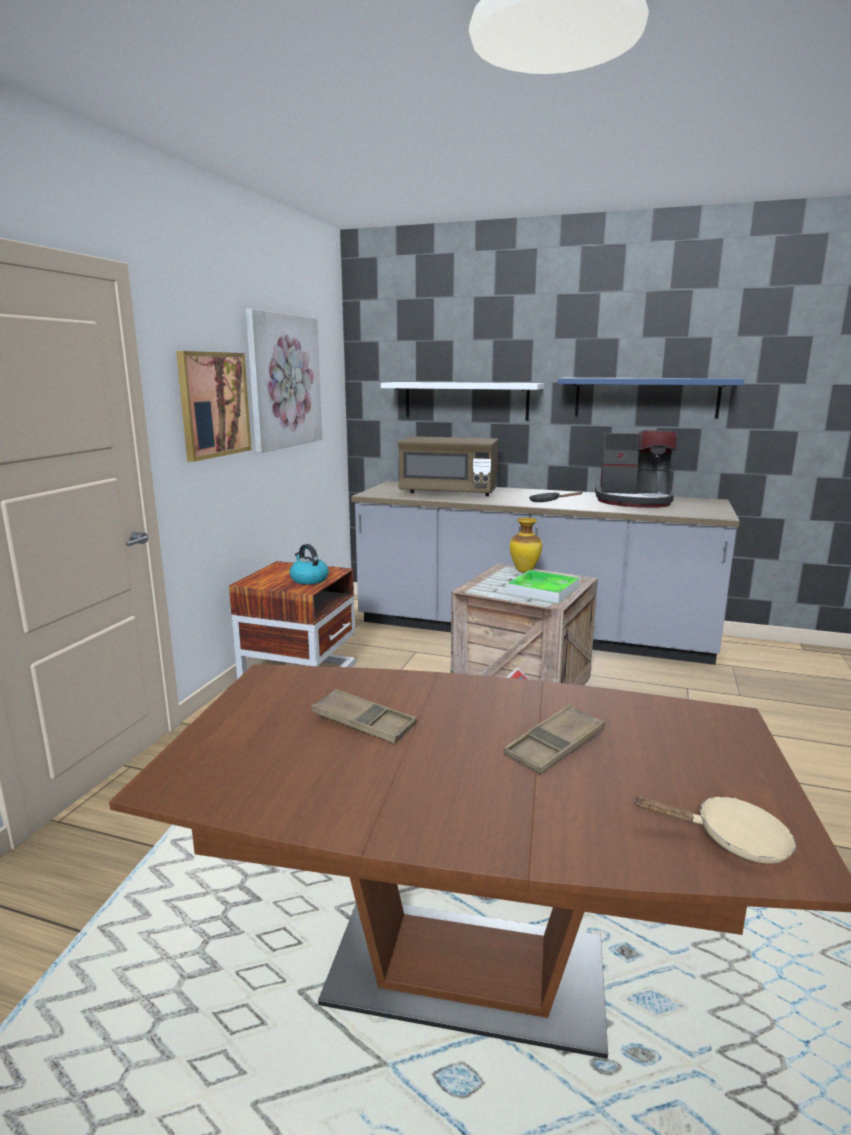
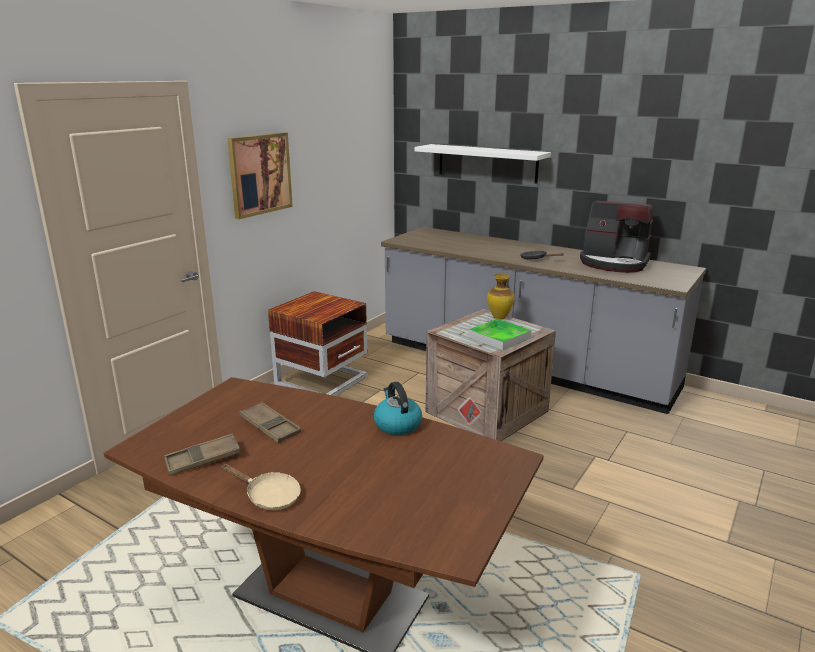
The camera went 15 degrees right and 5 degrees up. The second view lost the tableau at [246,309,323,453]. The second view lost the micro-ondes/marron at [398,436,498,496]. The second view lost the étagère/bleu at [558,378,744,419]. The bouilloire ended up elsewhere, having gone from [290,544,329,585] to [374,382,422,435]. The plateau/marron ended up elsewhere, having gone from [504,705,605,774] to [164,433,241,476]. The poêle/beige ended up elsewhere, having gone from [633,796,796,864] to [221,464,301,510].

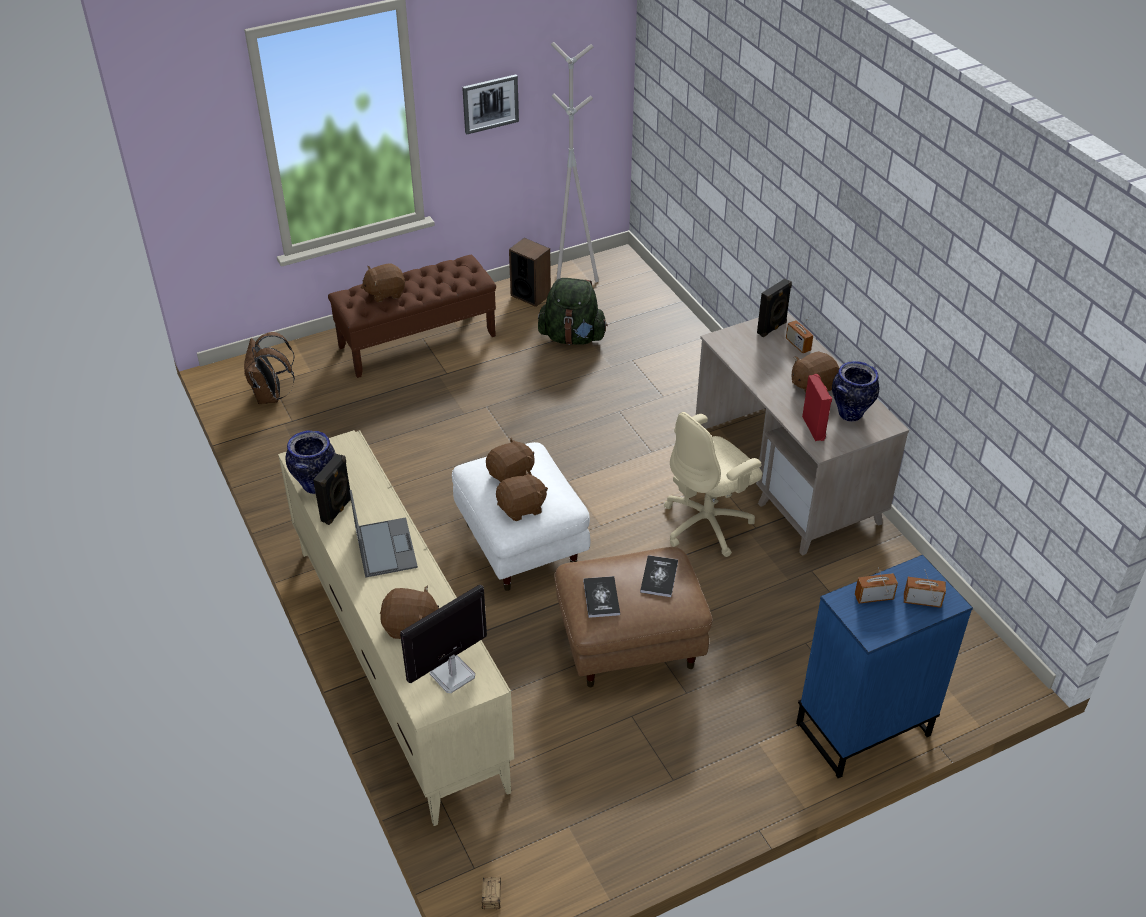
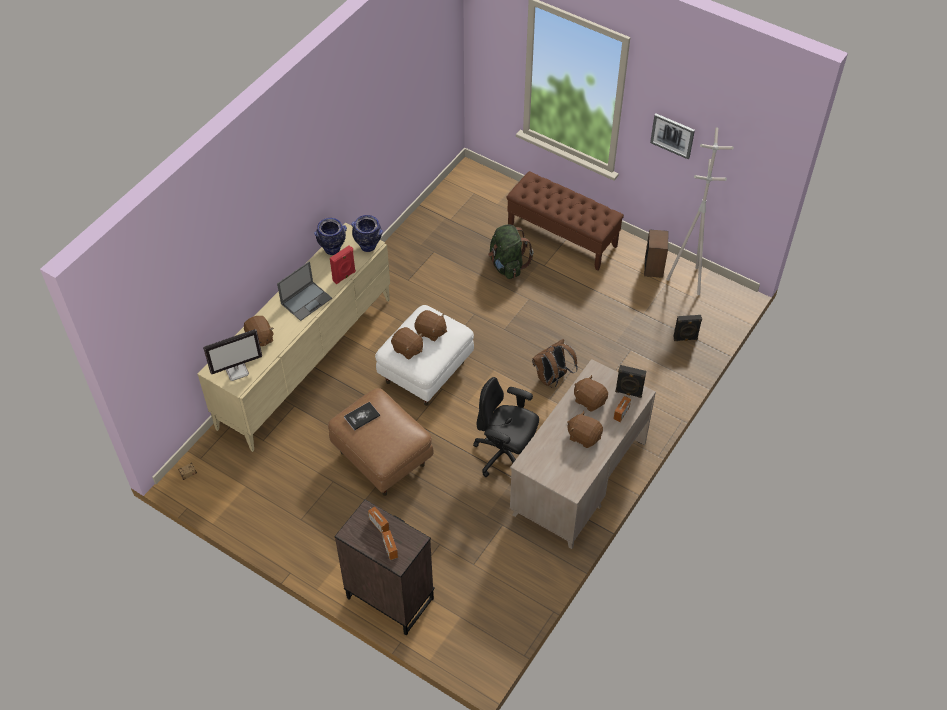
The camera went 60 degrees right and 10 degrees up. The second view lost the livre at [640,555,678,597]. The sac à dos/marron ended up elsewhere, having gone from [244,332,295,404] to [532,339,578,388]. The enceinte/noir ended up elsewhere, having gone from [313,454,351,525] to [673,315,702,341]. The peluche/marron ended up elsewhere, having gone from [361,263,405,302] to [574,375,608,412]. The sac à dos/vert ended up elsewhere, having gone from [538,278,608,345] to [488,224,533,279]. The enceinte/rouge ended up elsewhere, having gone from [802,374,832,441] to [330,246,356,284]. The vase ended up elsewhere, having gone from [832,361,879,422] to [351,215,383,252]. What was the chaise de bureau/beige at [664,412,762,557] turned into the chaise de bureau/noir at [473,377,539,477]. What was the commode/bleu at [796,555,973,778] turned into the commode/marron at [334,499,435,636]. The écran d'ordinateur at [400,585,487,693] ended up facing another way, 135 degrees clockwise from before.

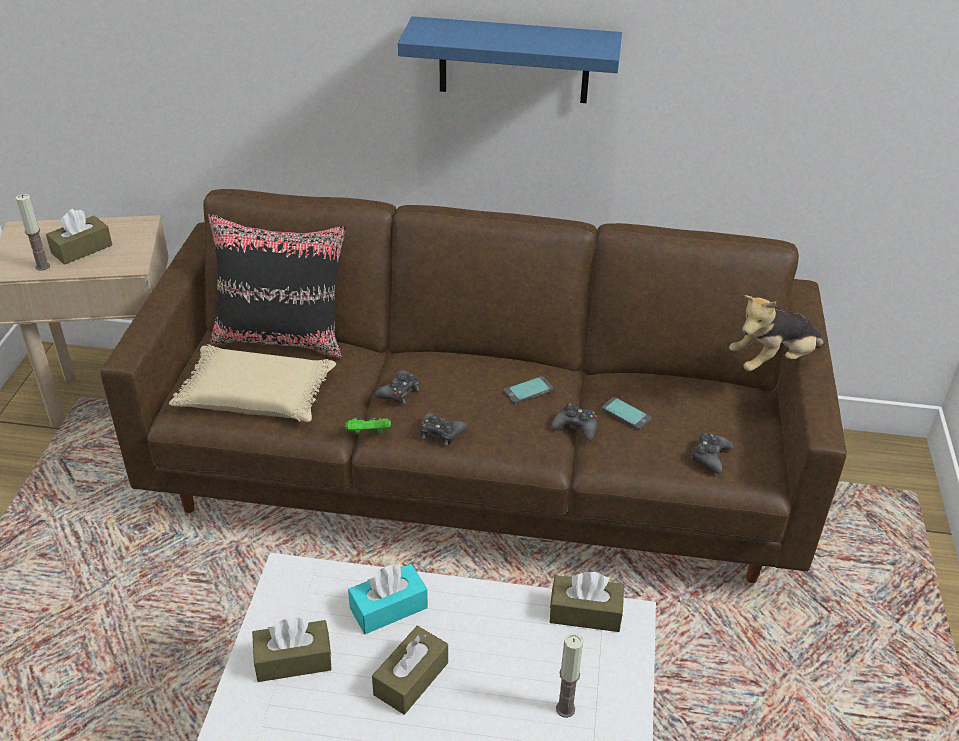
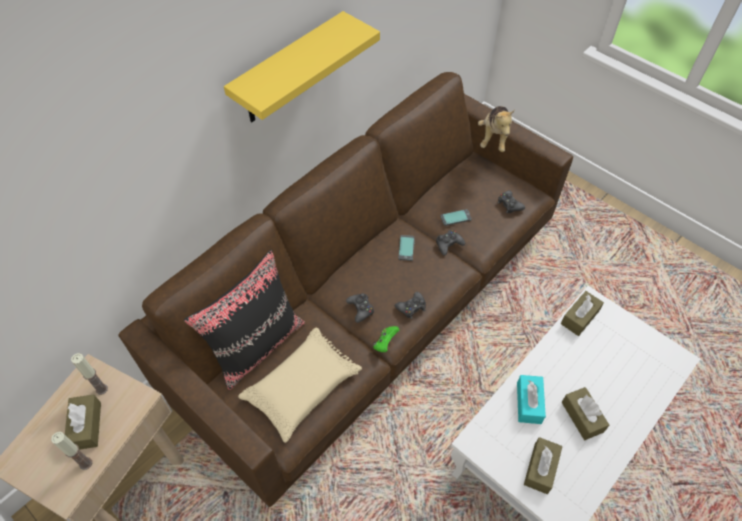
The camera went 55 degrees left and 15 degrees up. The bougie ended up elsewhere, having gone from [556,633,584,718] to [71,353,108,395]. What was the étagère/bleu at [398,16,622,103] turned into the étagère/jaune at [224,11,380,122].

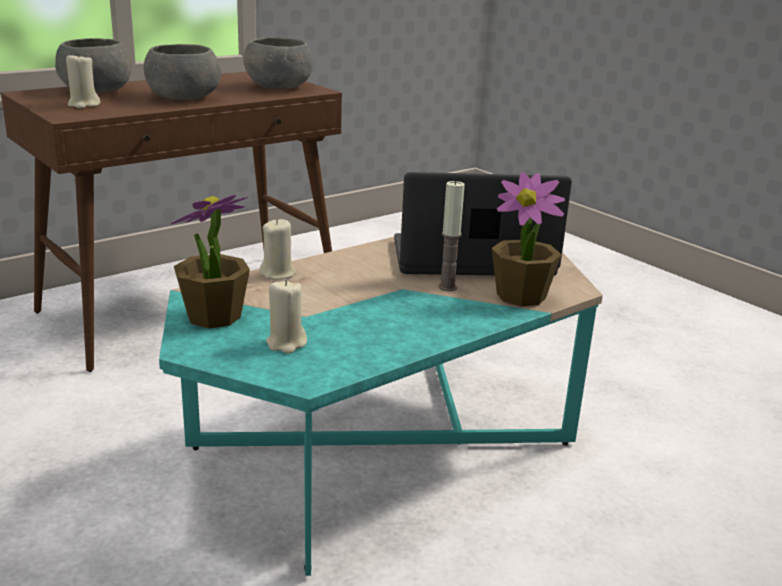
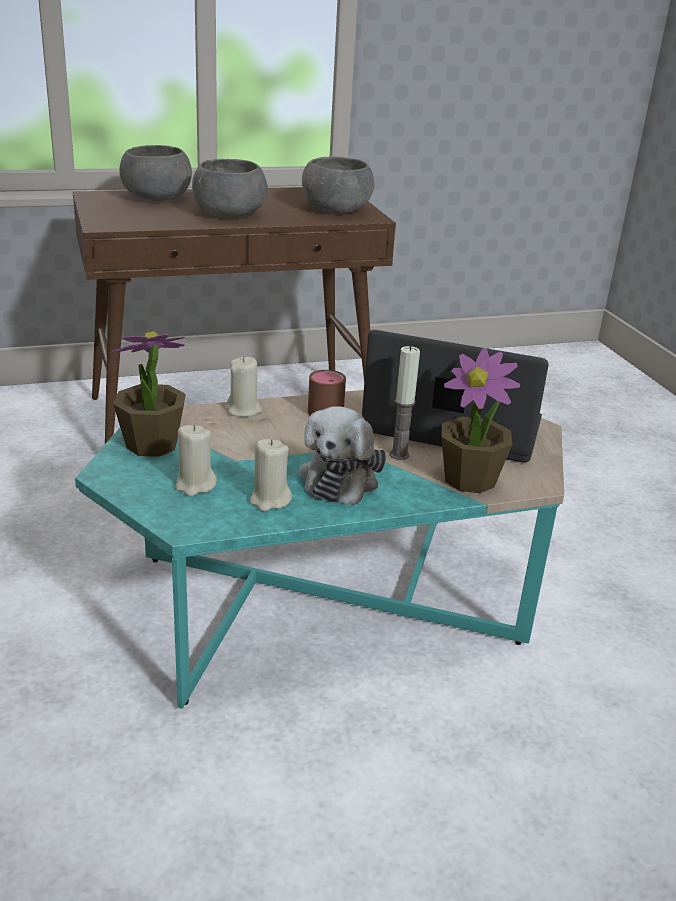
The camera went 20 degrees right and 5 degrees up. The second view gained the peluche at [298,406,386,505]. The second view gained the mug/marron at [308,370,346,415]. The bougie/beige ended up elsewhere, having gone from [66,52,100,109] to [249,439,292,512].

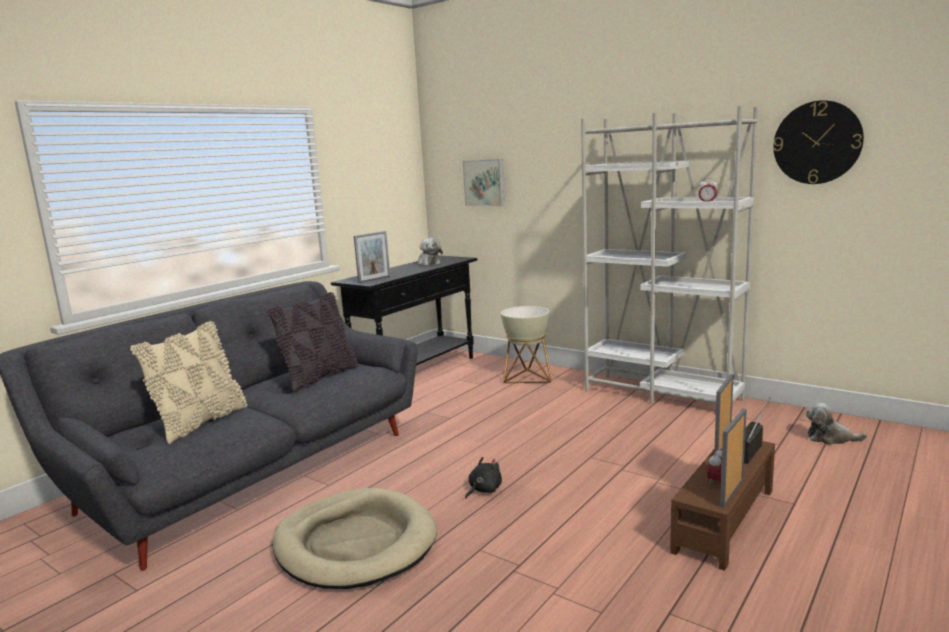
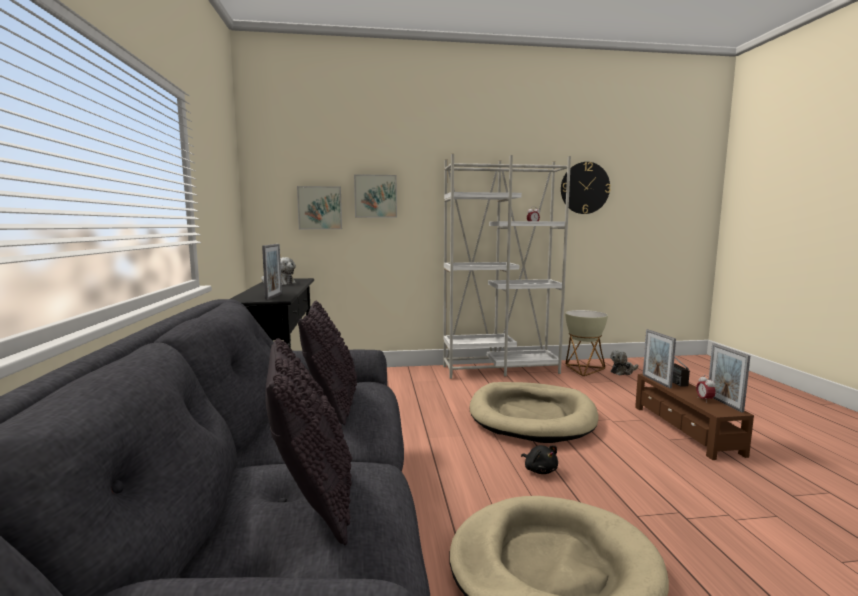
The camera went 45 degrees left and 5 degrees down. The second view gained the tableau at [354,174,397,218]. The second view gained the panier pour chien/beige at [469,382,599,443]. The cache-pot ended up elsewhere, having gone from [501,306,552,383] to [565,310,608,376]. What was the coussin/beige at [130,321,248,444] turned into the coussin/noir at [265,338,352,546]. The peluche/noir at [465,457,502,499] ended up facing another way, 150 degrees clockwise from before.

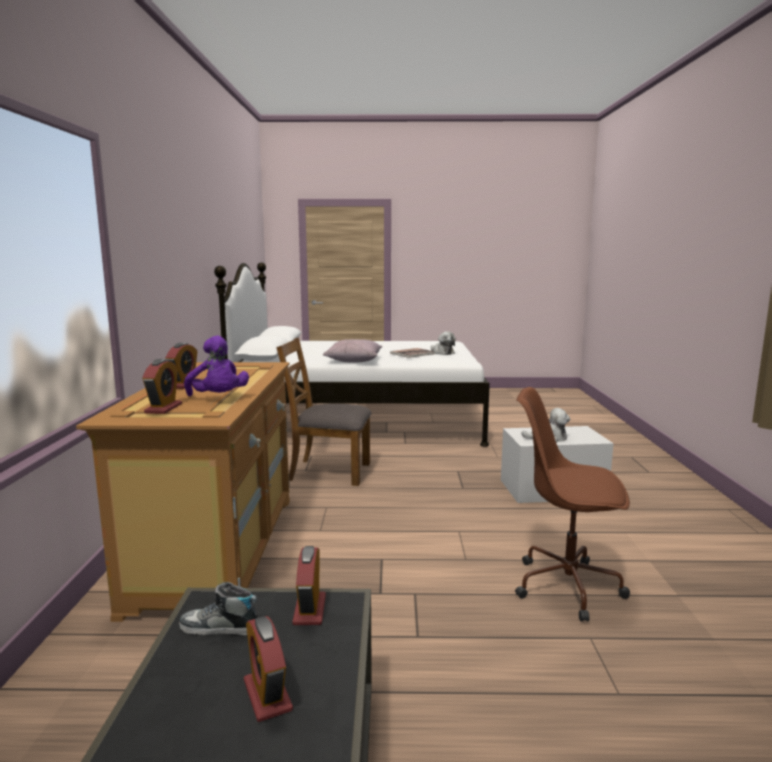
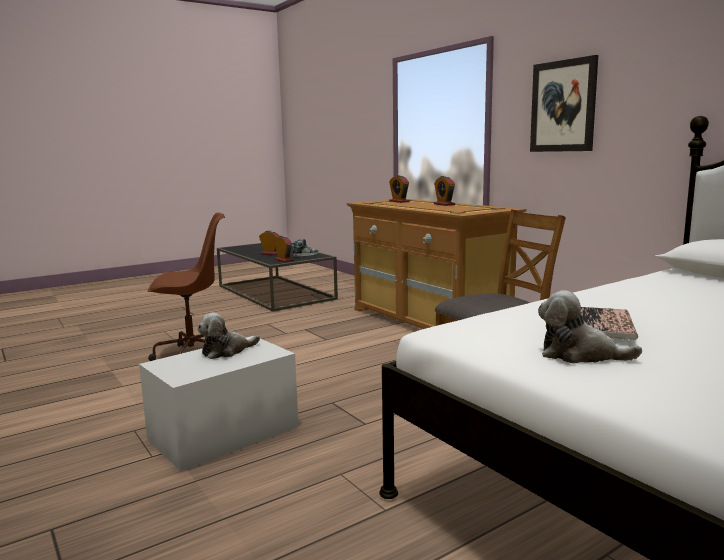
The camera went 145 degrees right and 0 degrees up. The second view lost the peluche/violet at [184,335,249,396]. The second view lost the coussin/violet at [323,339,383,363]. The second view gained the tableau at [530,55,598,152].

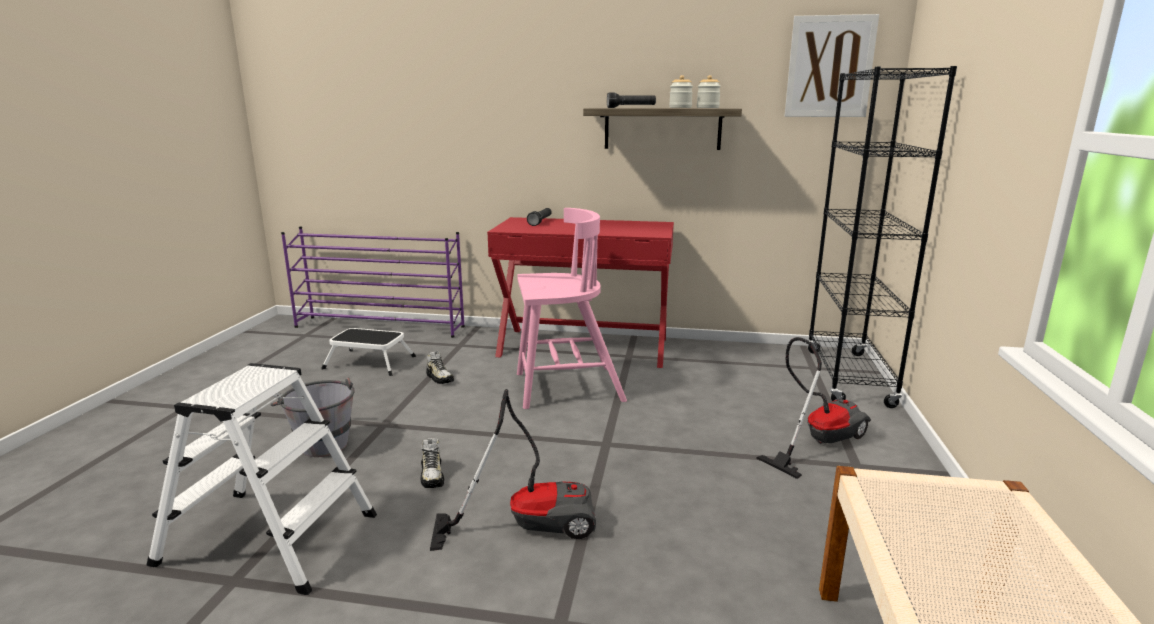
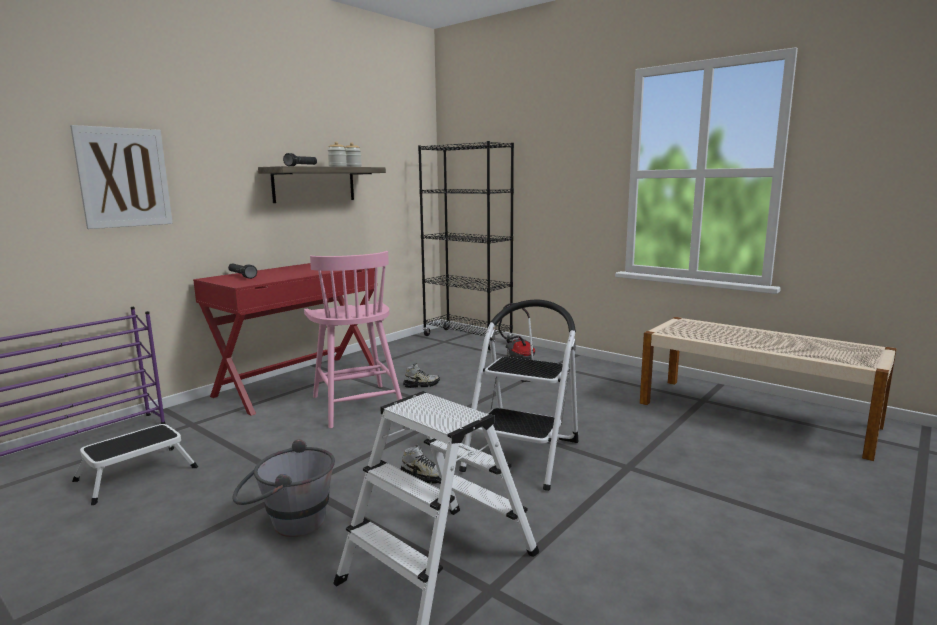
The camera went 60 degrees left and 5 degrees down. The chaussure ended up elsewhere, having gone from [426,351,454,384] to [403,363,440,388]. The tableau ended up elsewhere, having gone from [784,14,879,117] to [70,125,173,229]. Where the aspirateur stood at [430,389,596,551], the escabeau came to stand at [459,300,578,491]. The chaise/rose at [517,208,627,409] ended up facing another way, 135 degrees clockwise from before.

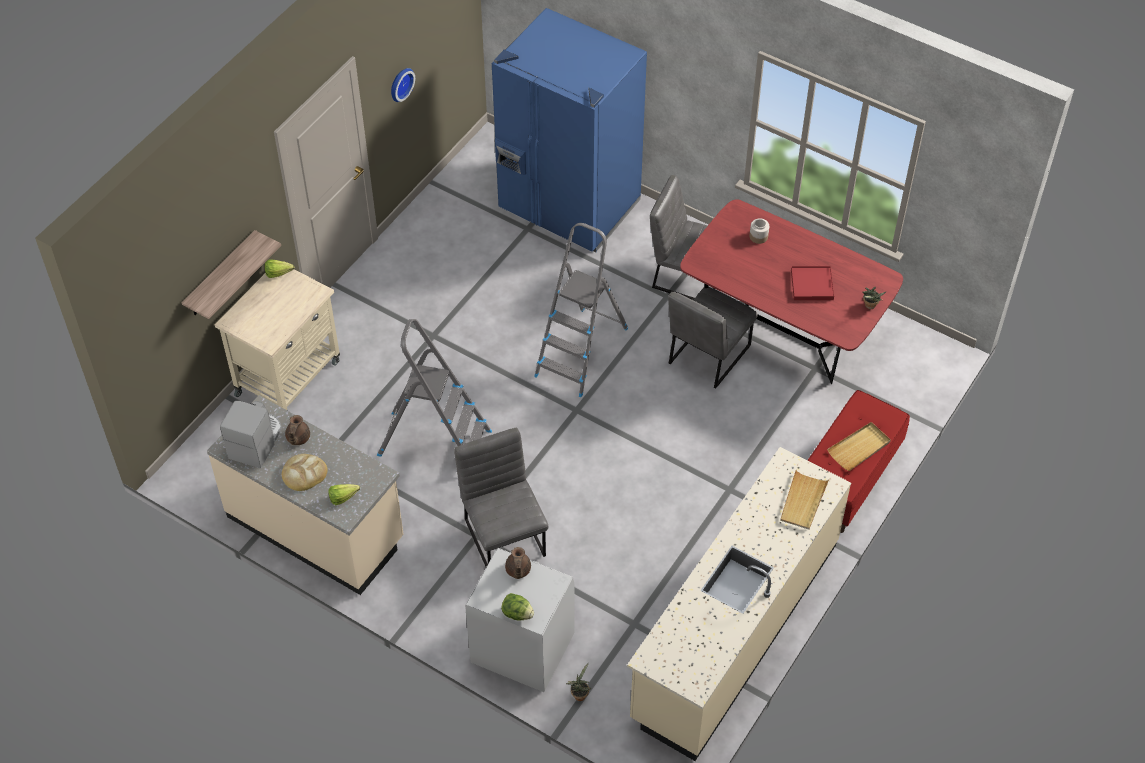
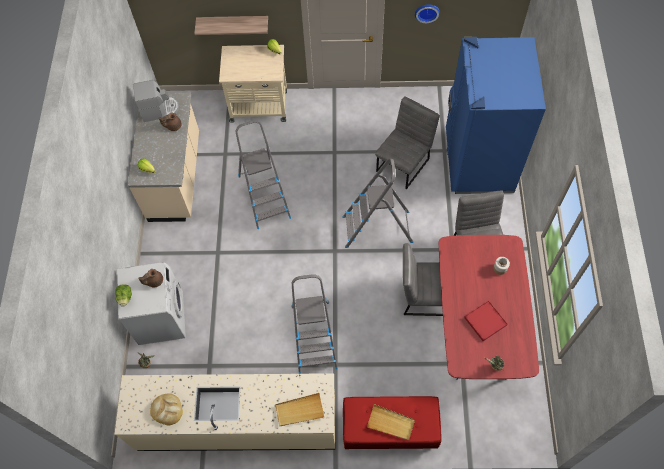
The camera went 60 degrees right and 10 degrees up. The second view gained the escabeau/gris at [291,274,338,374]. The pain ended up elsewhere, having gone from [282,454,328,491] to [150,394,183,425]. The chaise/gris ended up elsewhere, having gone from [454,428,548,567] to [375,96,440,189].

